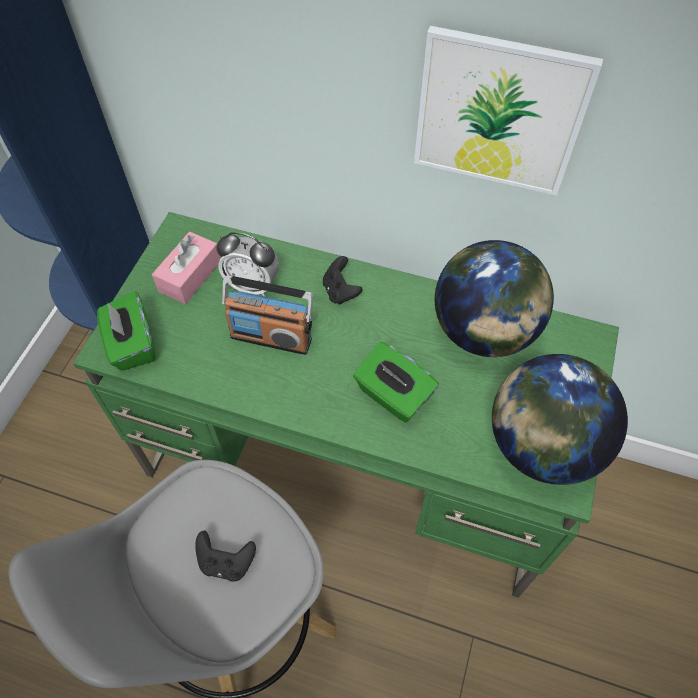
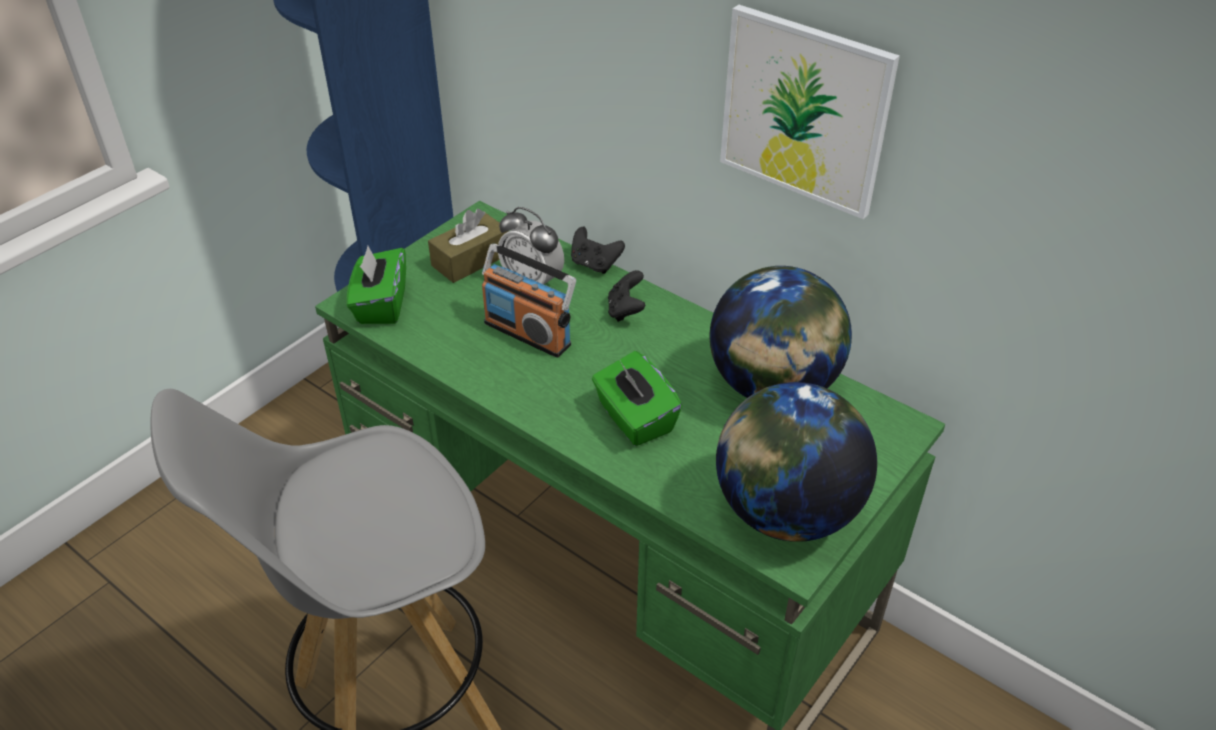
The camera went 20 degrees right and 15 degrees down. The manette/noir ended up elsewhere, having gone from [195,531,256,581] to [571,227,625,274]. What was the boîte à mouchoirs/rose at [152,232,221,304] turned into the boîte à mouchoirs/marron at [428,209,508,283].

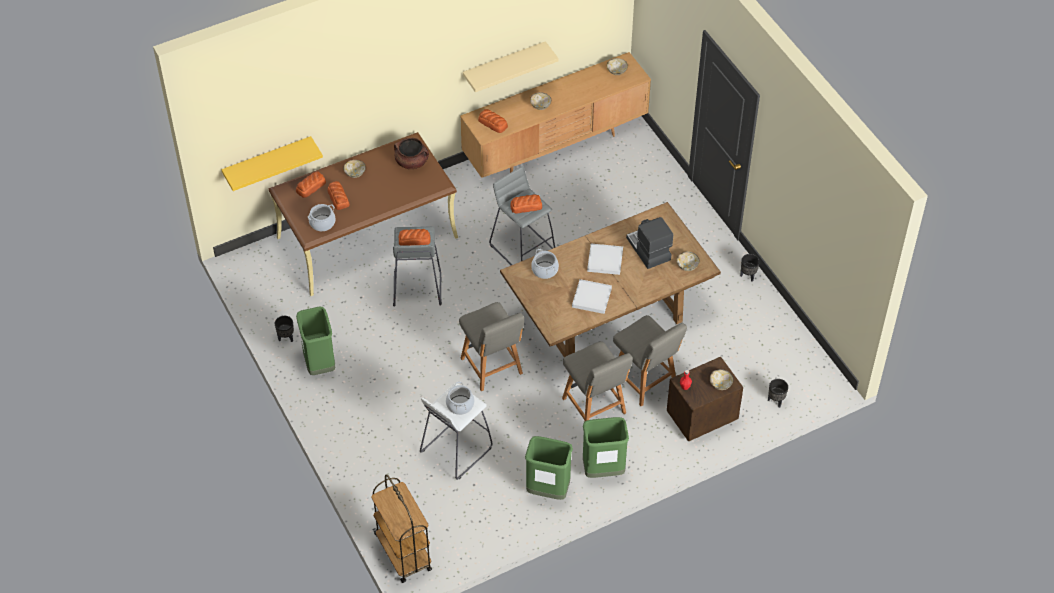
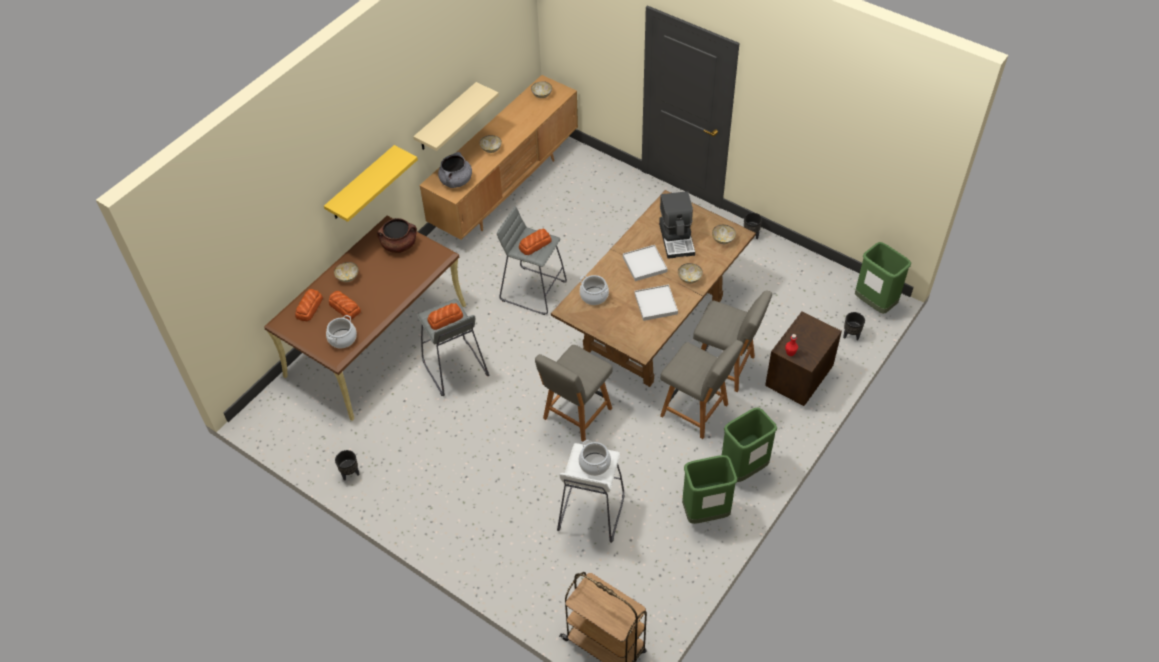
The camera went 25 degrees left and 0 degrees up. The étagère/jaune ended up elsewhere, having gone from [221,136,323,191] to [324,145,418,222]. The poubelle/vert ended up elsewhere, having gone from [296,307,335,375] to [855,242,911,314]. The bol ended up elsewhere, having gone from [710,369,734,390] to [678,263,703,284]. Where the pain stood at [478,109,508,133], the marmite/gris came to stand at [438,152,472,188]. The chaise/gris at [459,302,524,391] ended up facing another way, 90 degrees clockwise from before. The machine à café at [626,217,673,269] ended up facing another way, 135 degrees counterclockwise from before.

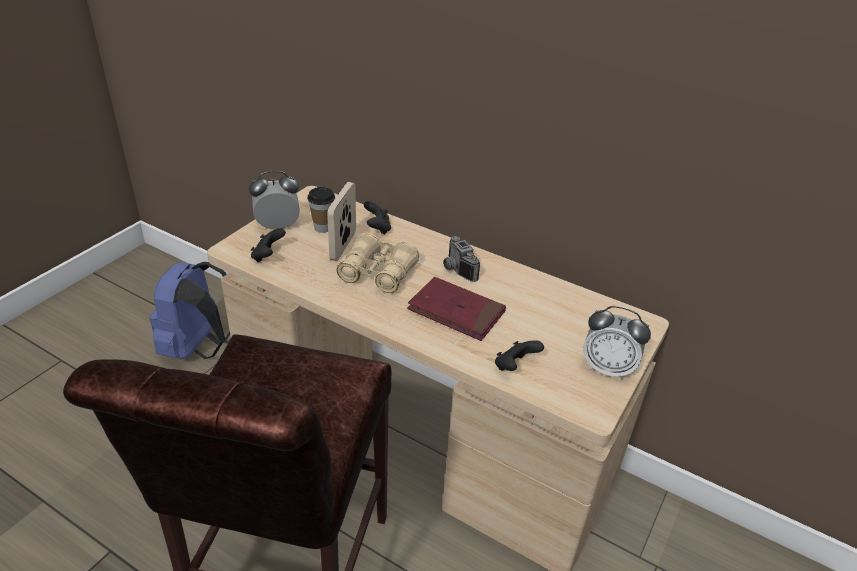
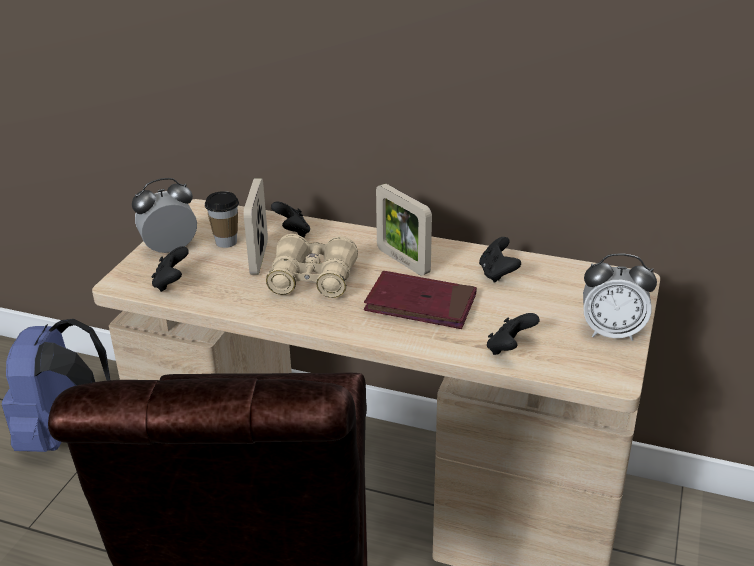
The camera went 10 degrees left and 5 degrees down. The second view gained the manette/noir at [479,237,521,283]. Where the appareil photo stood at [443,236,480,282], the cadre photo came to stand at [376,183,432,276].

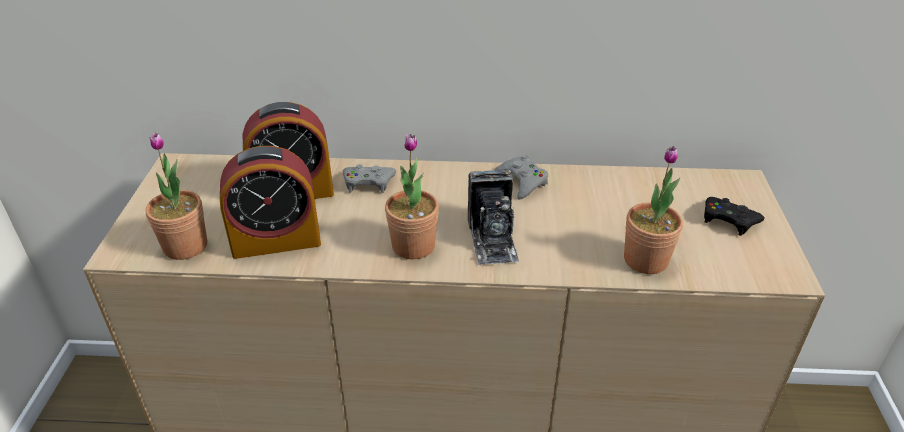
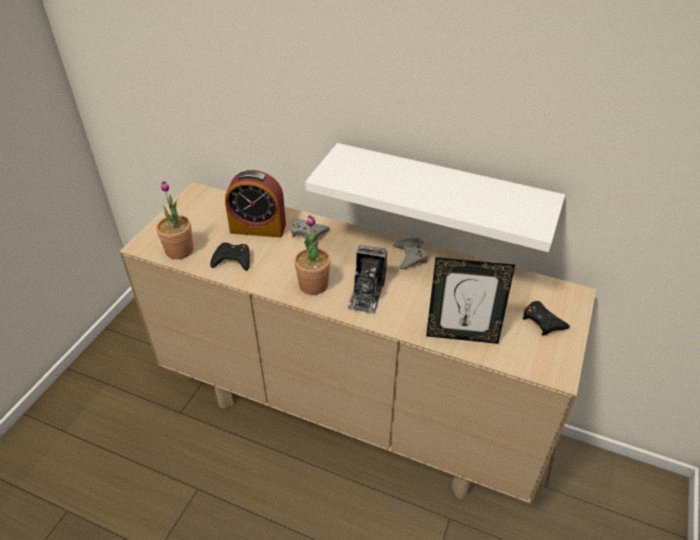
The camera went 20 degrees right and 5 degrees up. The second view gained the étagère/blanc at [305,143,565,252]. Where the réveil stood at [220,146,321,259], the manette/noir came to stand at [210,242,250,271]. Where the plante en pot stood at [624,146,683,274], the cadre photo came to stand at [426,257,515,344].

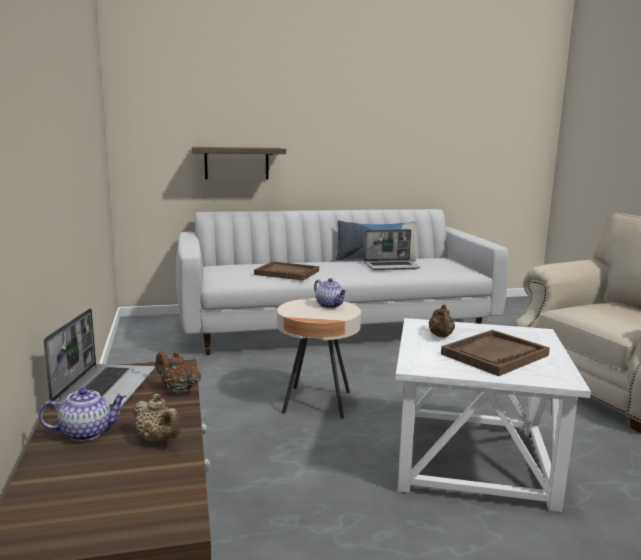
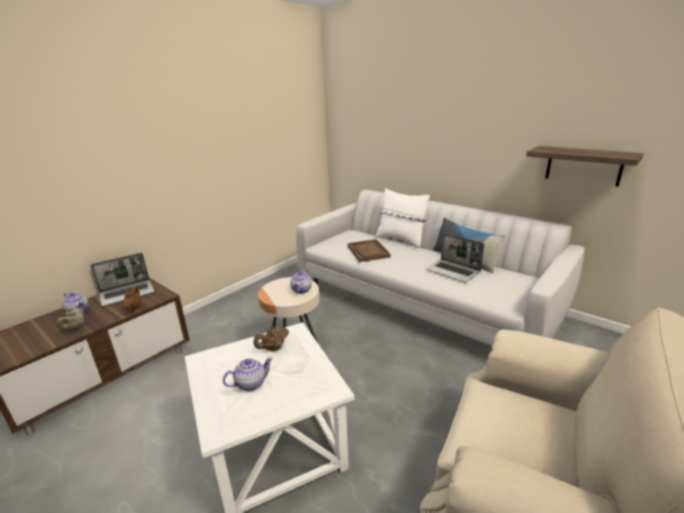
The camera went 55 degrees right and 10 degrees up. The second view gained the coussin/blanc at [375,188,430,248]. The étagère ended up elsewhere, having gone from [192,147,286,180] to [526,146,643,187]. Where the plateau/marron stood at [441,330,550,376], the théière came to stand at [223,357,273,391].

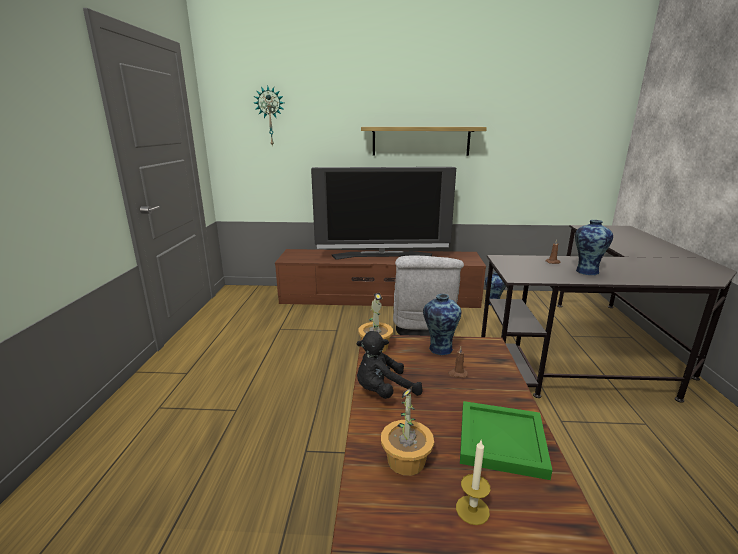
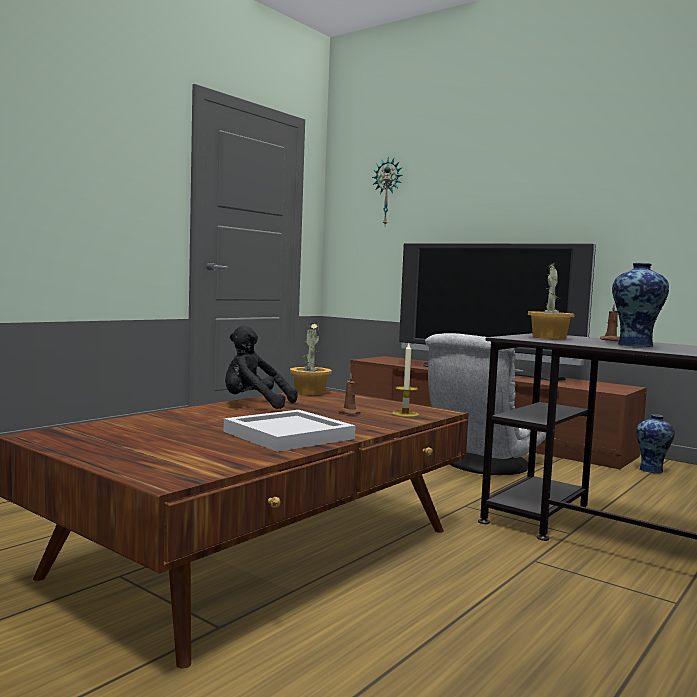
The camera went 35 degrees right and 15 degrees down. The second view lost the étagère at [361,127,487,156]. The second view lost the vase at [423,294,461,355]. The plante en pot ended up elsewhere, having gone from [381,387,434,476] to [528,262,575,339]. The bougie ended up elsewhere, having gone from [456,440,491,525] to [392,343,419,417]. What was the plateau/vert at [460,401,553,480] turned into the plateau/blanc at [223,410,356,452].

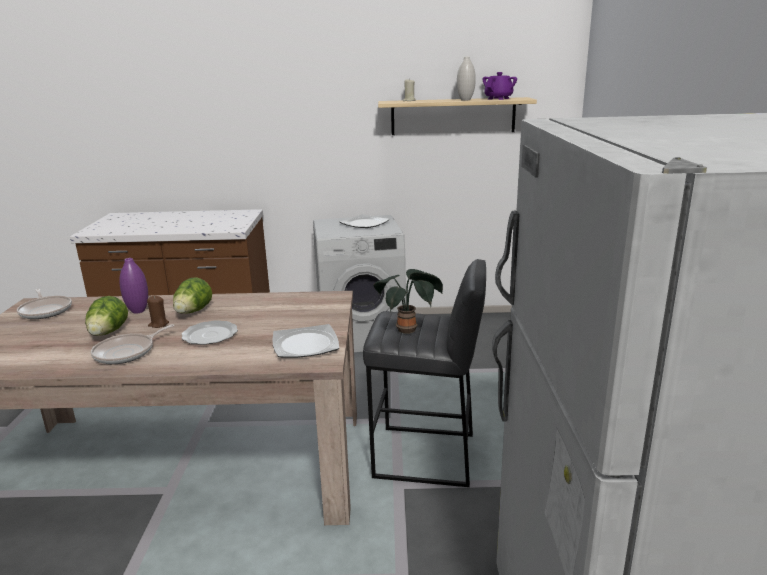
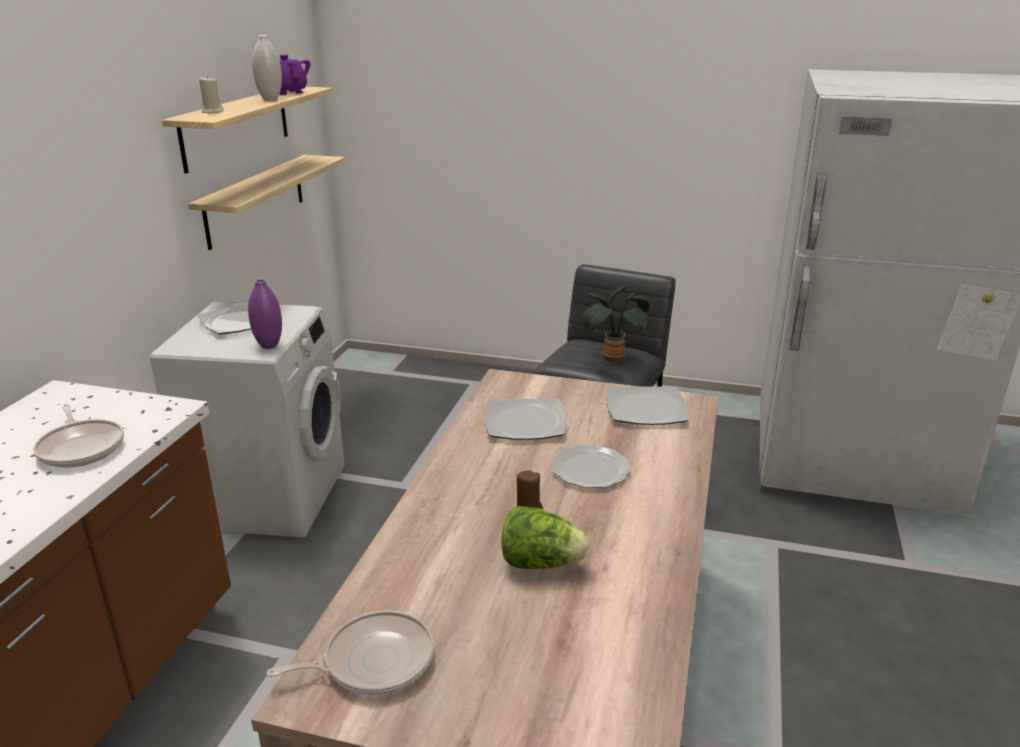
The camera went 75 degrees left and 5 degrees up. The second view lost the laitue at [173,277,212,314]. The second view gained the étagère at [188,155,345,250]. The second view gained the assiette at [485,398,566,440]. The poêle ended up elsewhere, having gone from [91,324,175,364] to [33,404,124,468]. The vase/violet ended up elsewhere, having gone from [119,258,148,314] to [248,279,282,349].

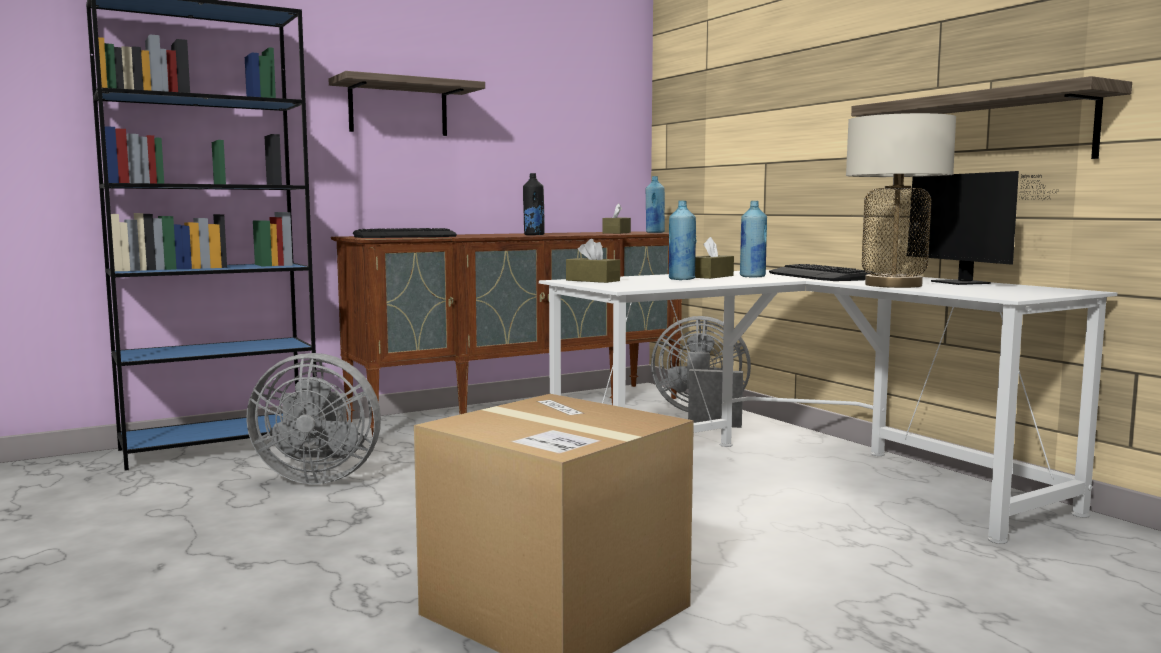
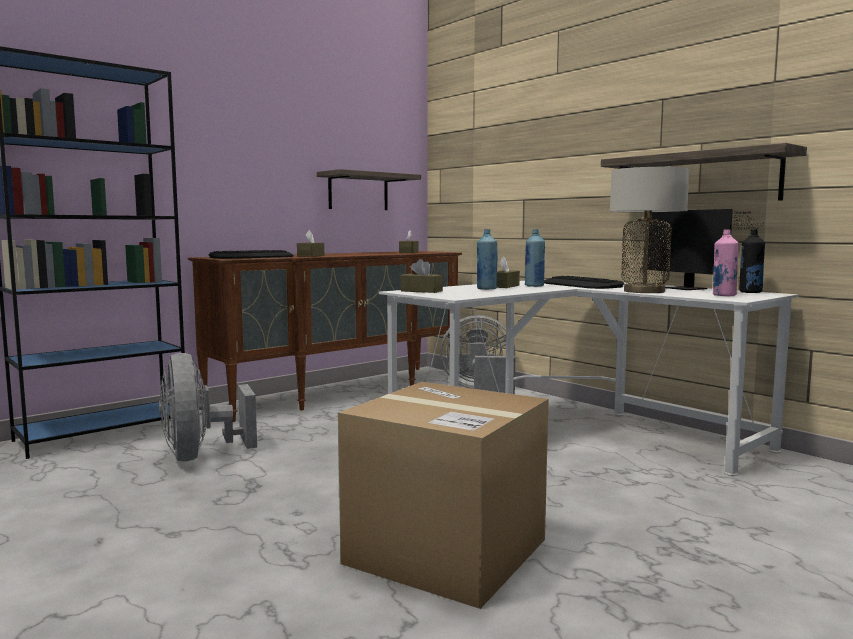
The camera went 10 degrees left and 0 degrees up. The second view lost the bouteille/bleu at [646,176,665,233]. The second view gained the boîte à mouchoirs/marron at [297,230,324,257]. The second view gained the bouteille/rose at [713,229,739,296]. The étagère ended up elsewhere, having gone from [329,71,485,136] to [317,169,421,210]. The bouteille/noir ended up elsewhere, having gone from [523,173,545,235] to [739,229,765,293]. The ventilateur/gris at [246,353,381,484] ended up facing another way, 75 degrees clockwise from before.

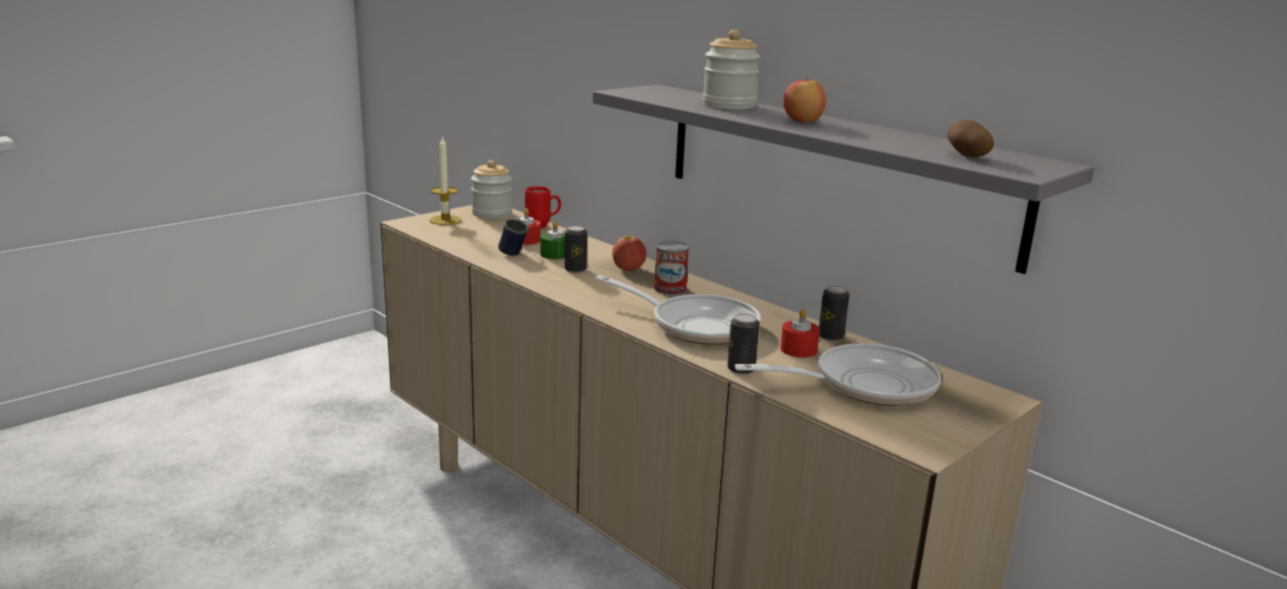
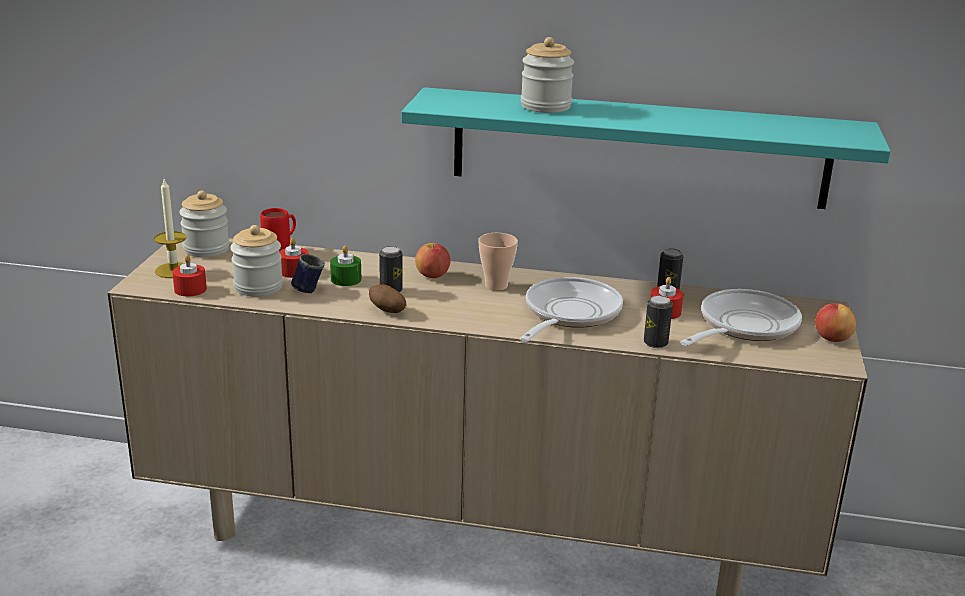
The camera went 35 degrees left and 5 degrees up. The second view gained the bougie/rouge at [172,255,207,296]. The second view gained the bocal at [230,225,283,296]. The pomme ended up elsewhere, having gone from [783,80,827,123] to [815,303,856,342]. The pomme de terre ended up elsewhere, having gone from [947,120,994,158] to [369,284,406,313]. Where the boîte métallique stood at [654,241,689,295], the tasse came to stand at [478,233,518,291]. What was the étagère/gris at [593,85,1095,274] turned into the étagère/turquoise at [401,87,891,209]. The poêle at [596,275,761,345] ended up facing another way, 60 degrees counterclockwise from before.

